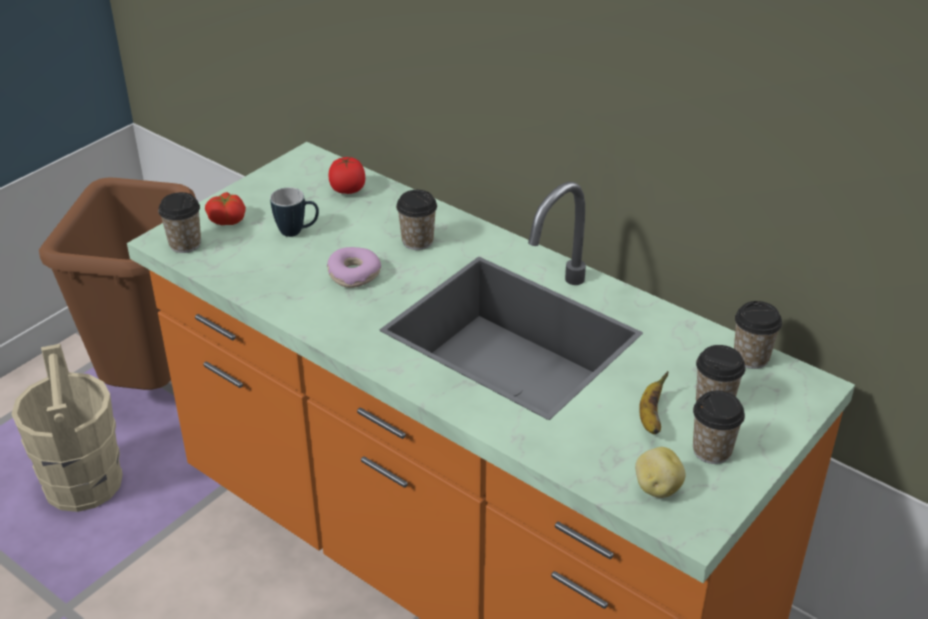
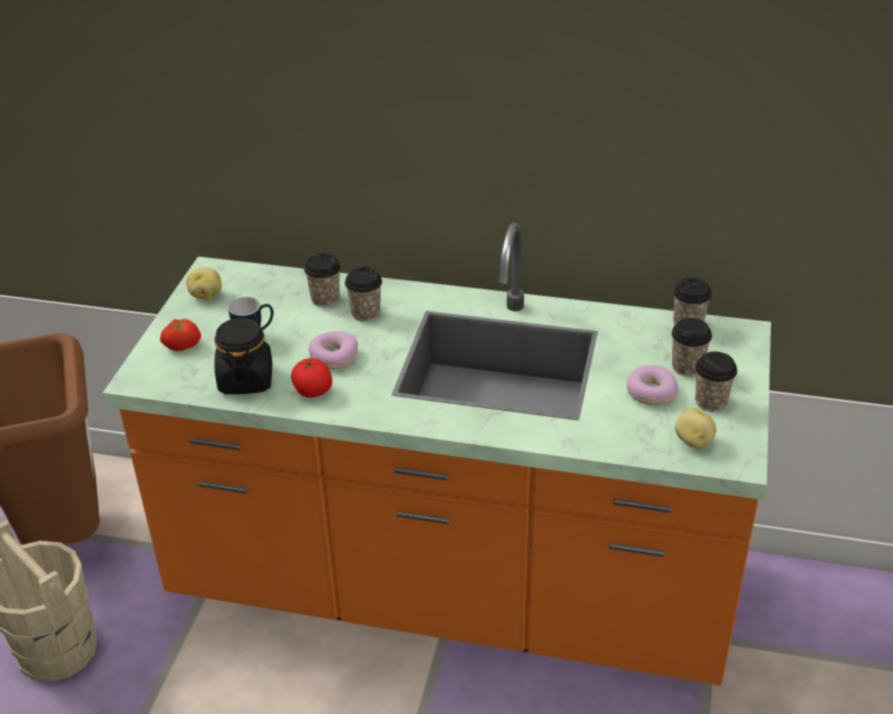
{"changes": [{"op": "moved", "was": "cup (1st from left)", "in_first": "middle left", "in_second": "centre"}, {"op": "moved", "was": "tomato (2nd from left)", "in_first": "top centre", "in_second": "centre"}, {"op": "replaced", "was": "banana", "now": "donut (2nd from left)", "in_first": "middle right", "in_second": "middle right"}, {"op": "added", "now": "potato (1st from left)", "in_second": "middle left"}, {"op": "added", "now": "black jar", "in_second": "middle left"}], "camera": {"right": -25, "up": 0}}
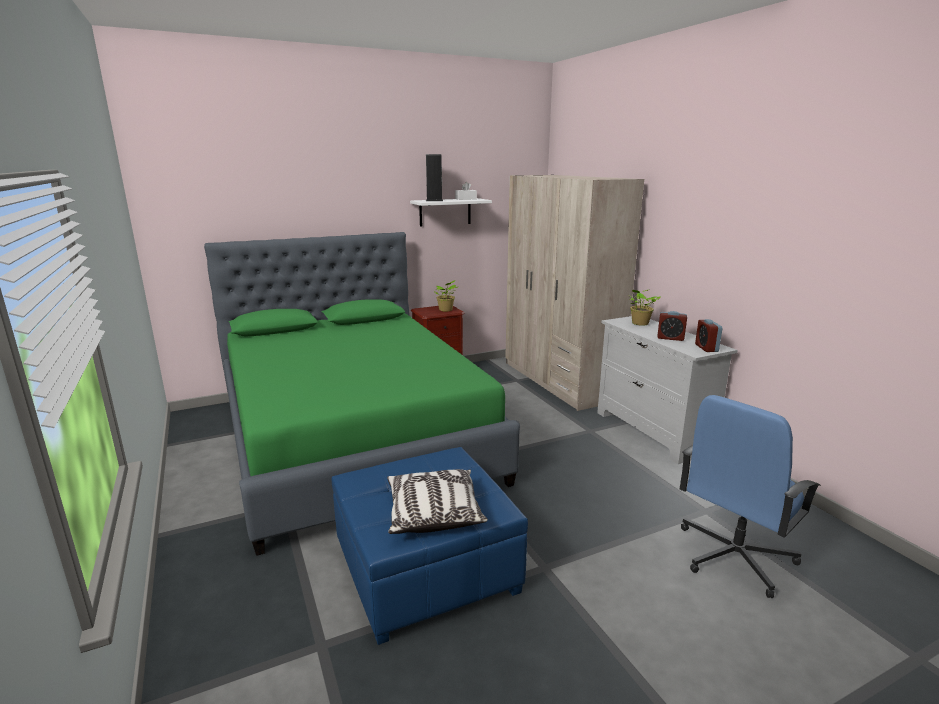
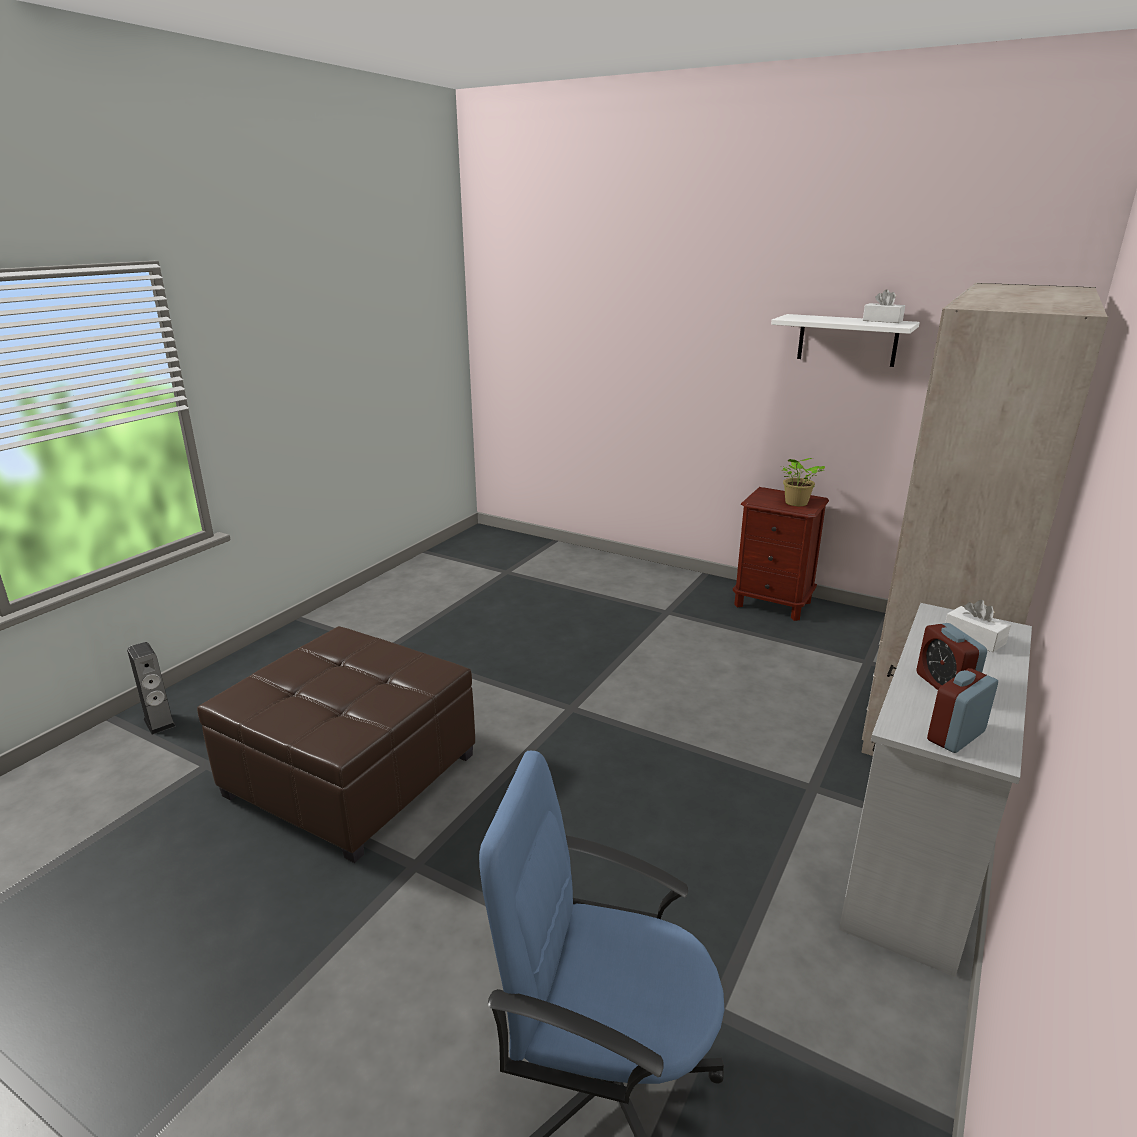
{"changes": [{"op": "removed", "was": "green bed", "in_first": "centre"}, {"op": "recoloured", "was": "blue ottoman", "now": "brown ottoman", "in_first": "bottom centre", "in_second": "middle left"}, {"op": "removed", "was": "pillow", "in_first": "bottom centre"}, {"op": "moved", "was": "speaker", "in_first": "top centre", "in_second": "middle left"}, {"op": "replaced", "was": "potted plant (2nd from left)", "now": "white tissue box (2nd from left)", "in_first": "middle right", "in_second": "middle right"}], "camera": {"right": 55, "up": 5}}
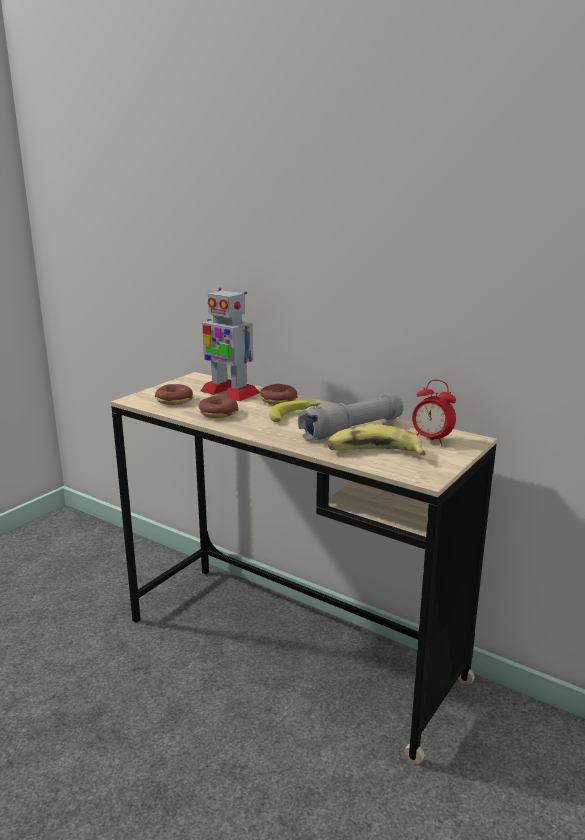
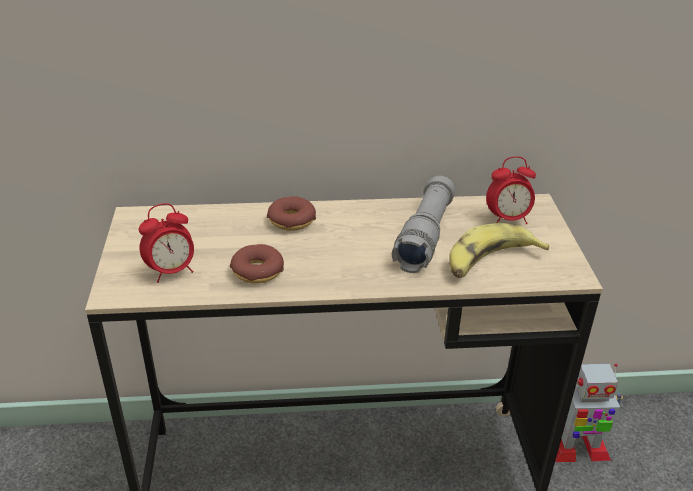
{"changes": [{"op": "replaced", "was": "donut (1st from left)", "now": "alarm clock (1st from left)", "in_first": "middle left", "in_second": "middle left"}, {"op": "moved", "was": "toy robot", "in_first": "centre", "in_second": "bottom right"}, {"op": "removed", "was": "banana (1st from left)", "in_first": "centre"}], "camera": {"right": -40, "up": 15}}
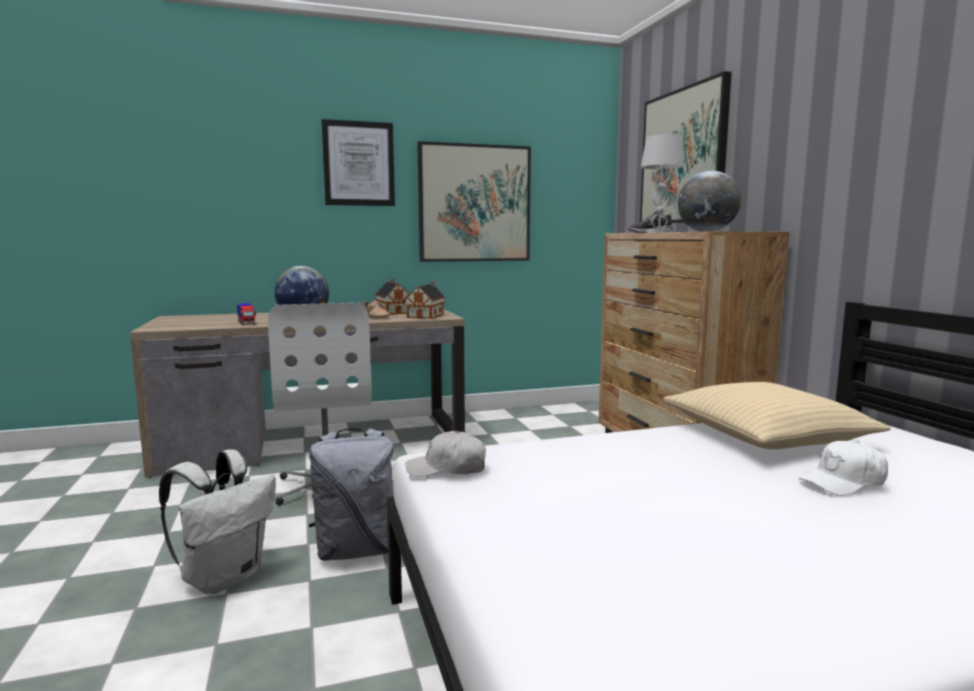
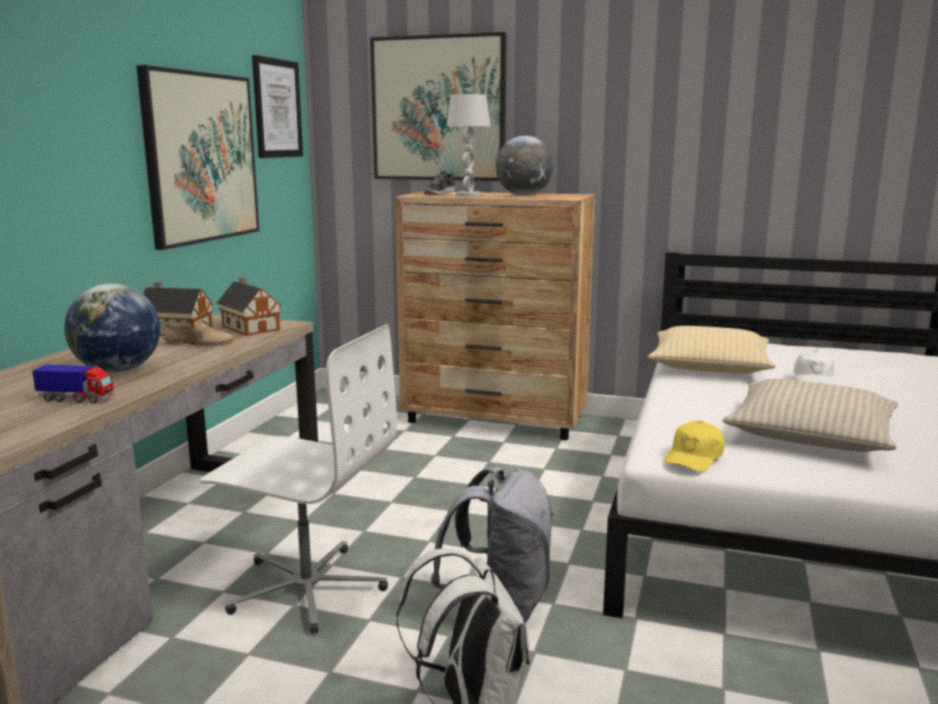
{"changes": [{"op": "moved", "was": "picture (1st from left in the first image)", "now": "picture (2nd from left)", "in_first": "top centre", "in_second": "top left"}, {"op": "recoloured", "was": "white cap (1st from left)", "now": "yellow cap", "in_first": "centre", "in_second": "middle right"}, {"op": "added", "now": "beige pillow (2nd from left)", "in_second": "middle right"}], "camera": {"right": -55, "up": 5}}
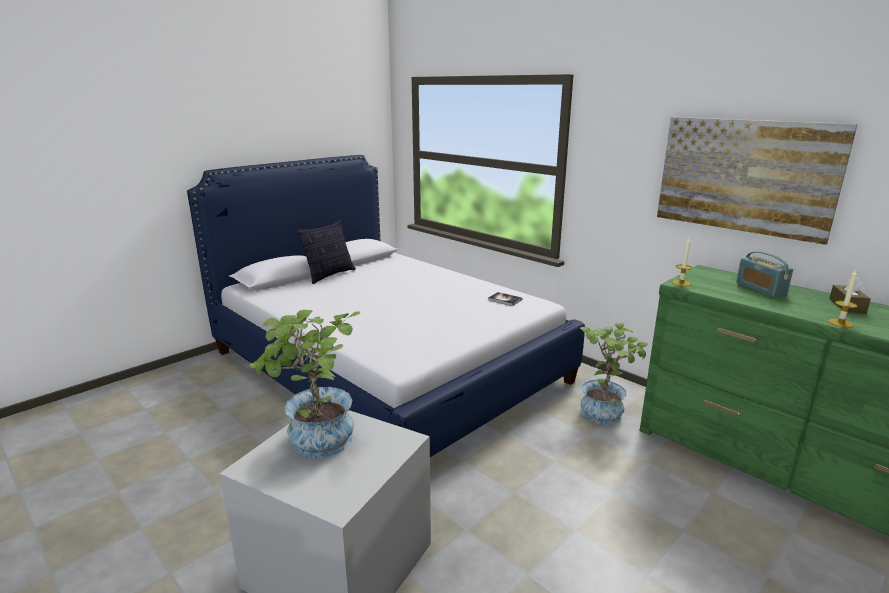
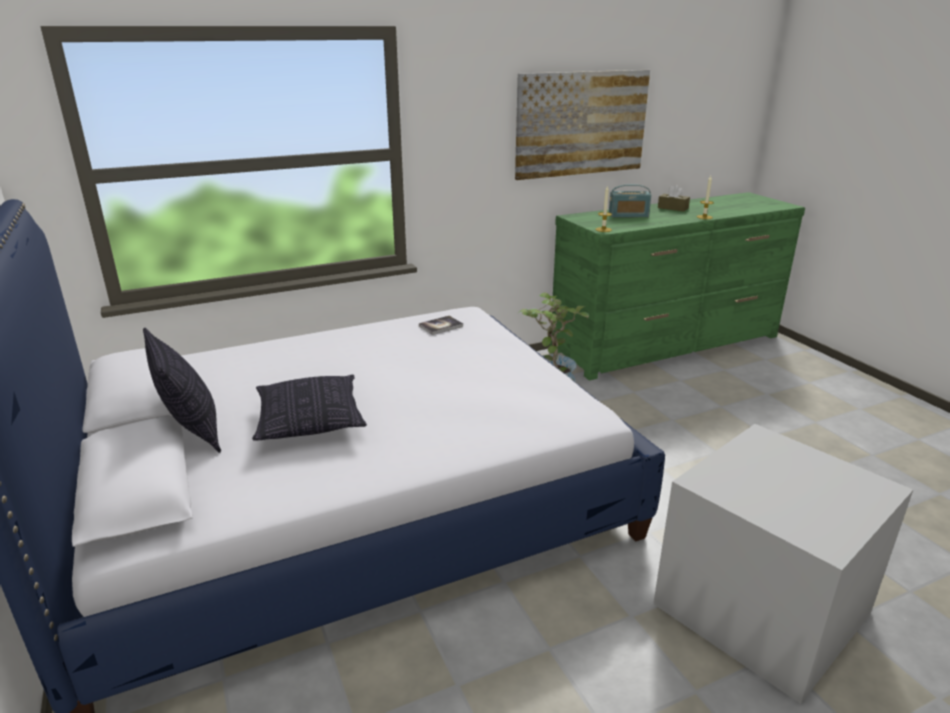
{"changes": [{"op": "removed", "was": "potted plant (1st from left)", "in_first": "centre"}, {"op": "added", "now": "pillow (2nd from left)", "in_second": "middle left"}], "camera": {"right": -70, "up": 5}}
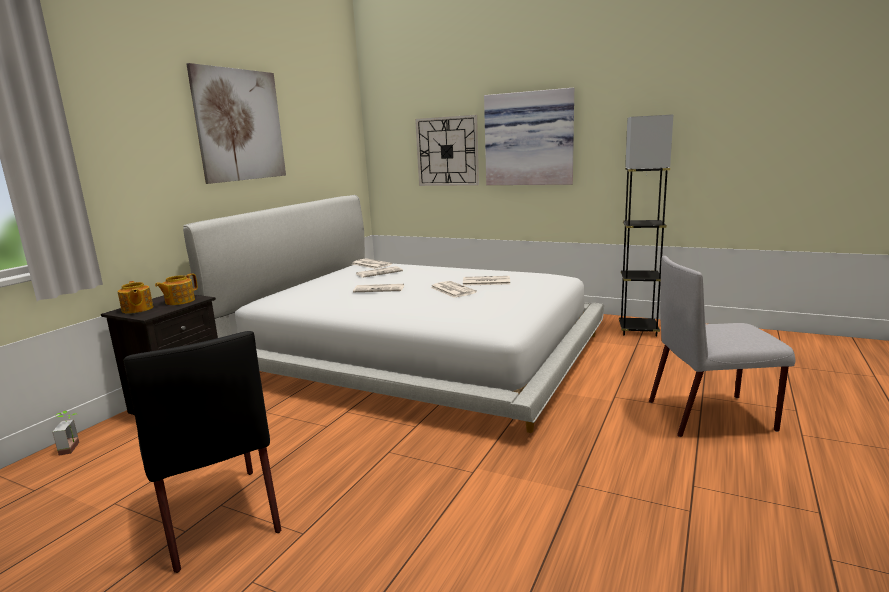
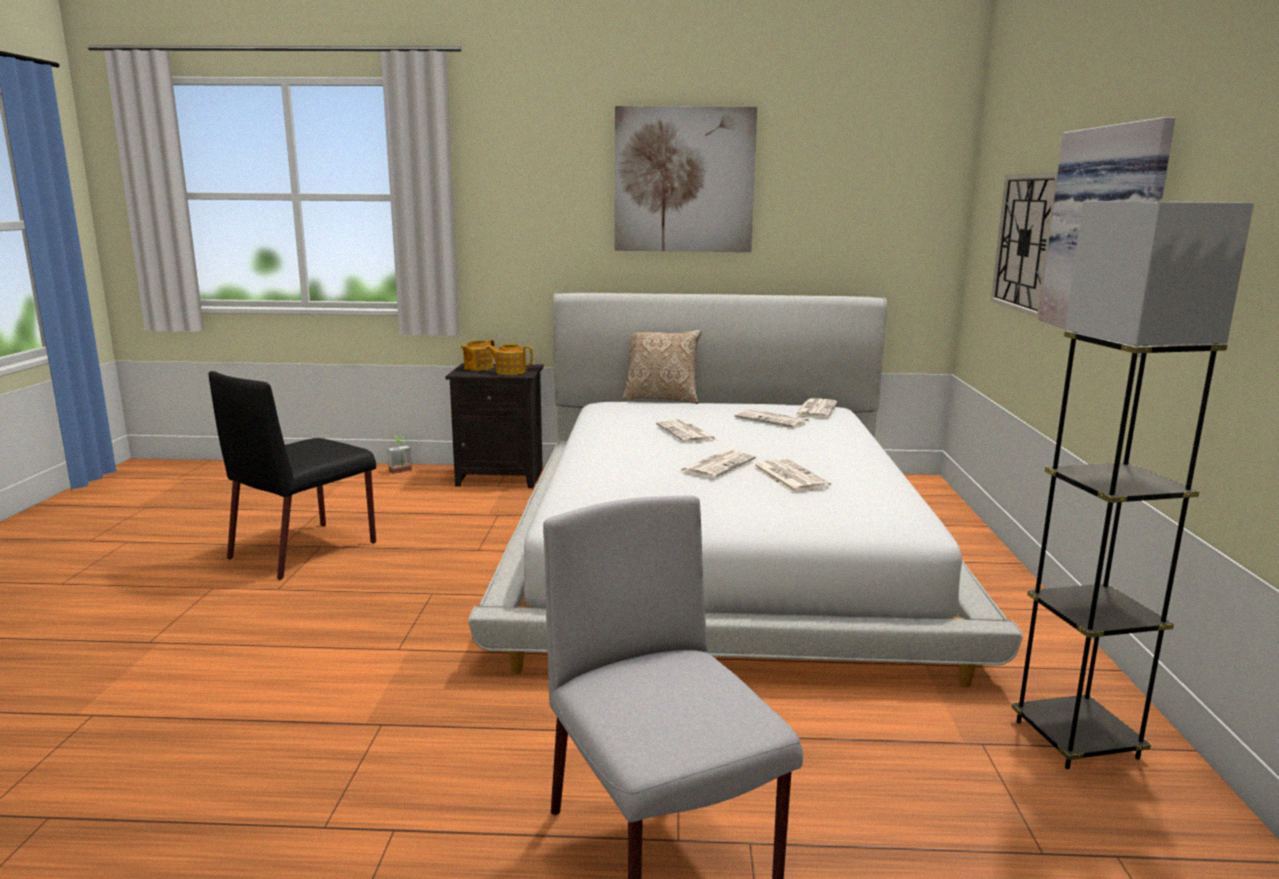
{"changes": [{"op": "added", "now": "pillow", "in_second": "centre"}], "camera": {"right": 65, "up": 0}}
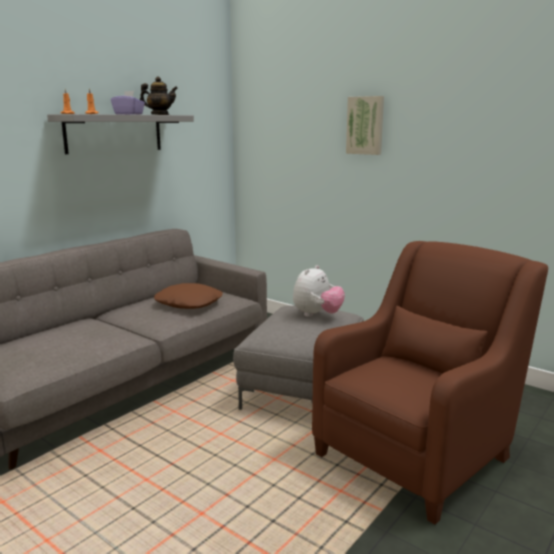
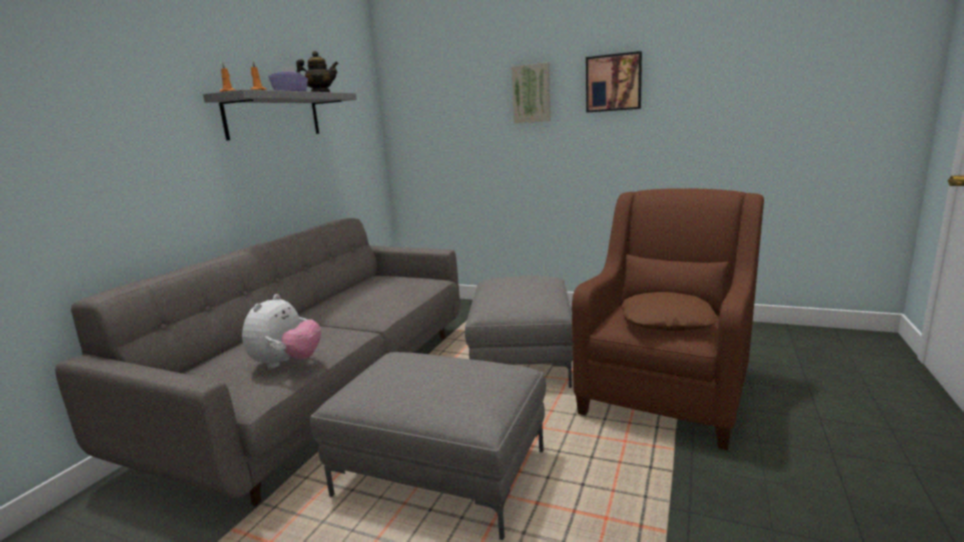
{"changes": [{"op": "moved", "was": "brown pillow", "in_first": "centre", "in_second": "middle right"}, {"op": "moved", "was": "plush toy", "in_first": "centre", "in_second": "middle left"}, {"op": "added", "now": "grey ottoman (1st from left)", "in_second": "bottom centre"}, {"op": "added", "now": "picture (2nd from left)", "in_second": "top centre"}], "camera": {"right": -15, "up": 0}}
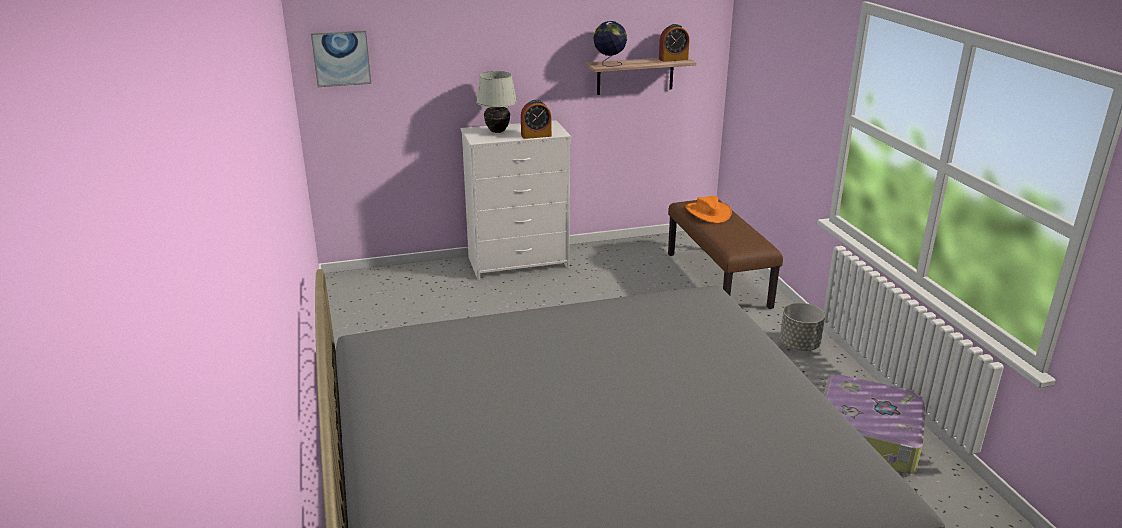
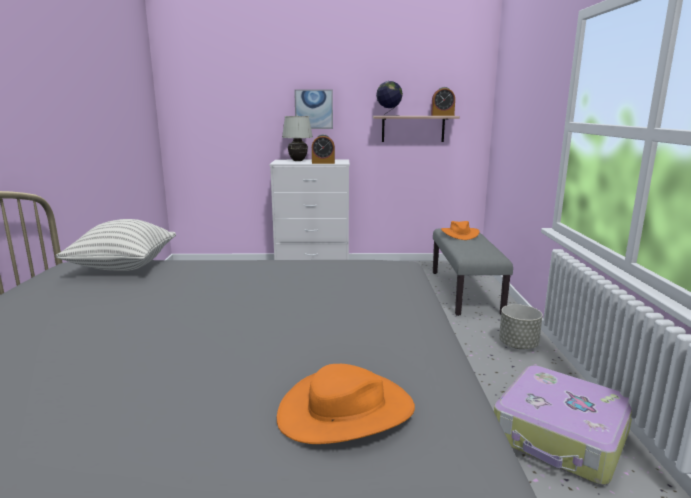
{"changes": [{"op": "moved", "was": "picture", "in_first": "top left", "in_second": "top centre"}, {"op": "recoloured", "was": "brown bench", "now": "grey bench", "in_first": "centre", "in_second": "middle right"}, {"op": "added", "now": "pillow", "in_second": "middle left"}, {"op": "added", "now": "orange hat (1st from left)", "in_second": "bottom centre"}], "camera": {"right": 15, "up": -10}}
